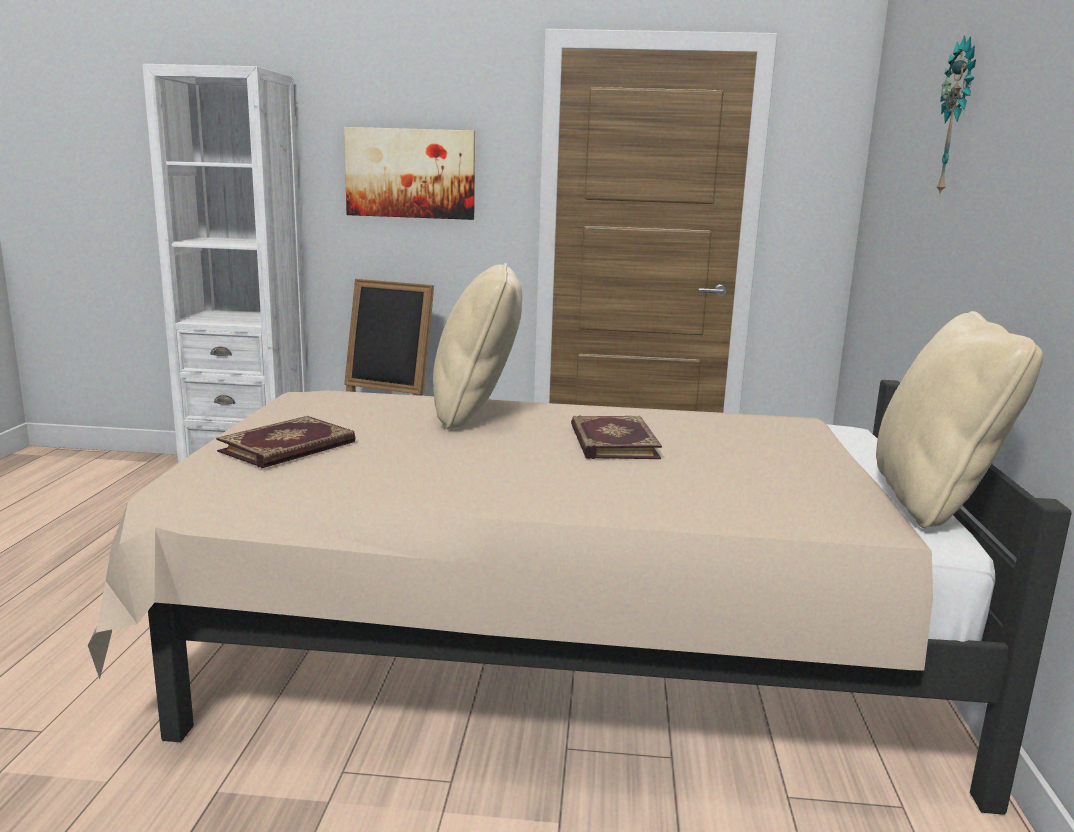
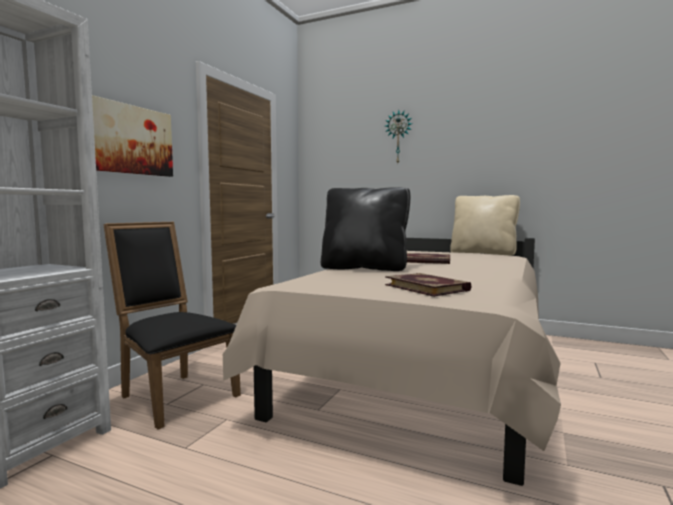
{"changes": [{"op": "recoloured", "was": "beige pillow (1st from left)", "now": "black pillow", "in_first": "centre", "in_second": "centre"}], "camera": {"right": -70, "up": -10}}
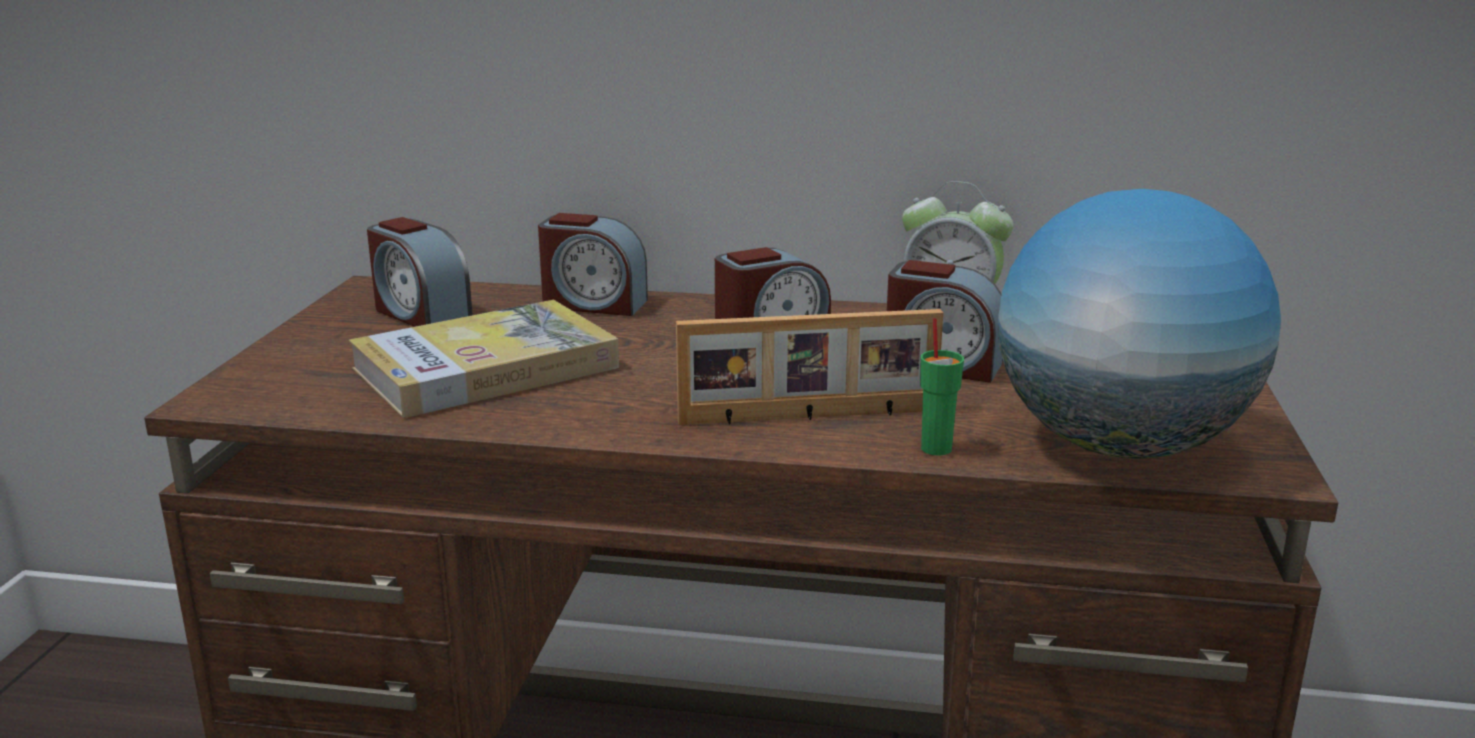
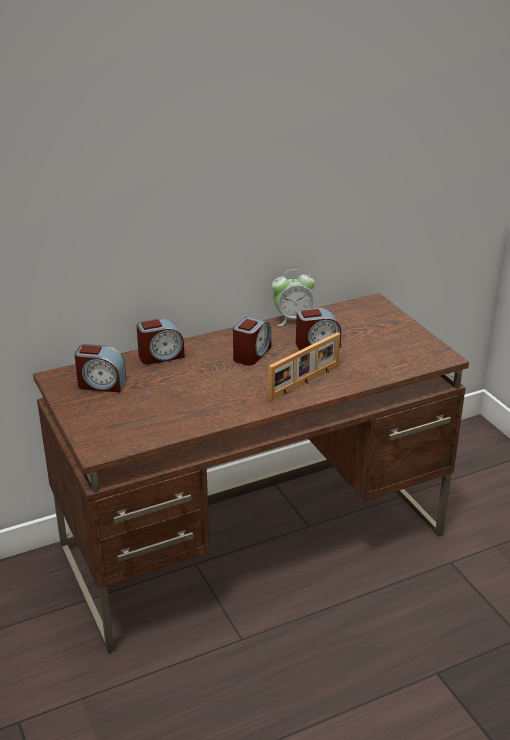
{"changes": [{"op": "removed", "was": "book", "in_first": "middle left"}, {"op": "removed", "was": "green cup", "in_first": "centre"}, {"op": "removed", "was": "globe", "in_first": "middle right"}], "camera": {"right": -35, "up": 10}}
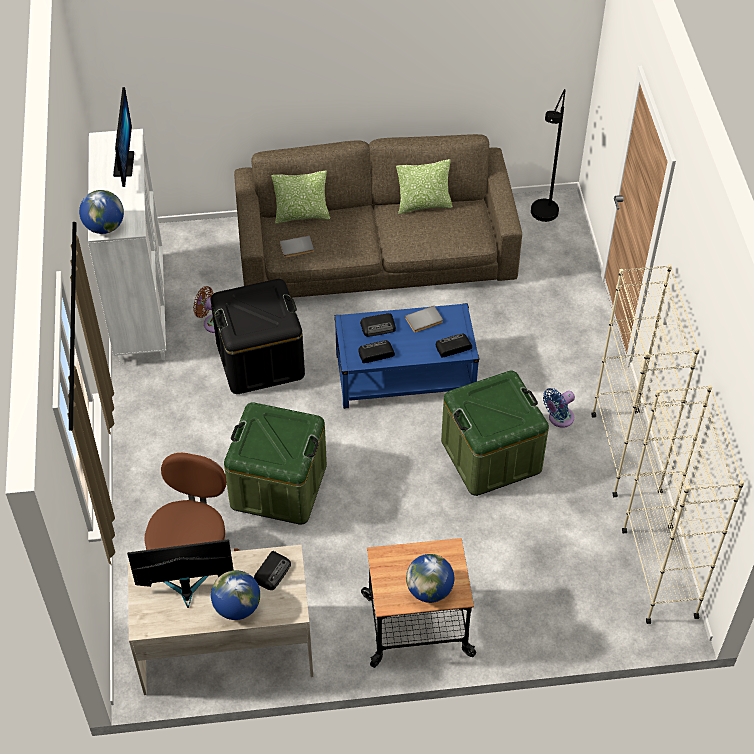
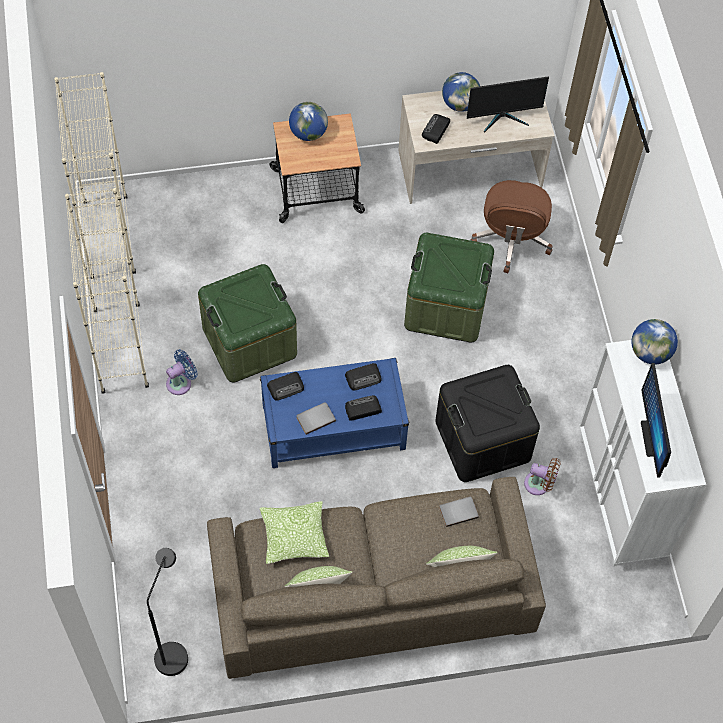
{"changes": [{"op": "added", "now": "pillow (1st from left)", "in_second": "bottom centre"}], "camera": {"right": 175, "up": 10}}
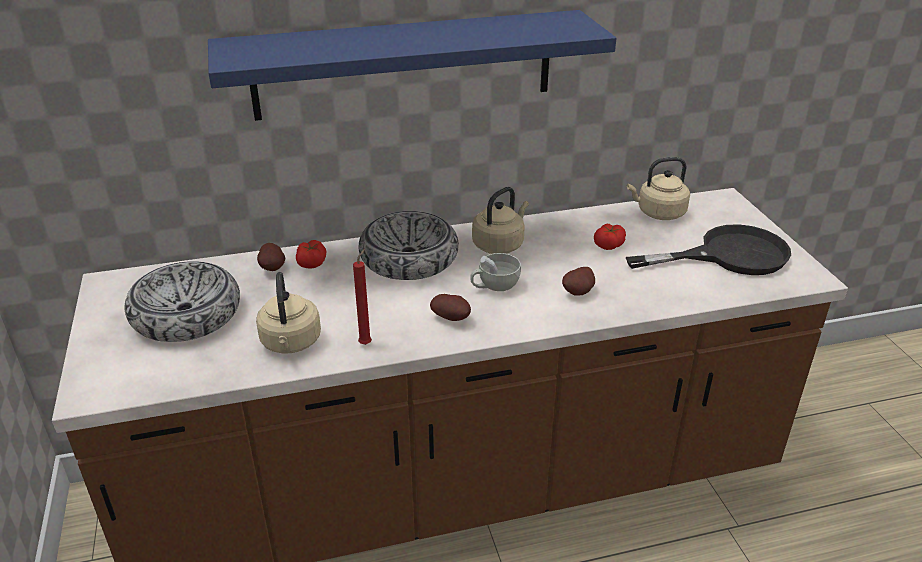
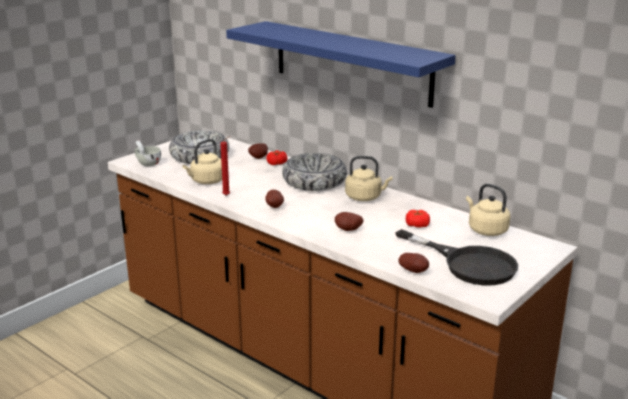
{"changes": [{"op": "moved", "was": "white cup", "in_first": "centre", "in_second": "middle left"}, {"op": "added", "now": "potato (4th from left)", "in_second": "centre"}], "camera": {"right": 55, "up": -10}}
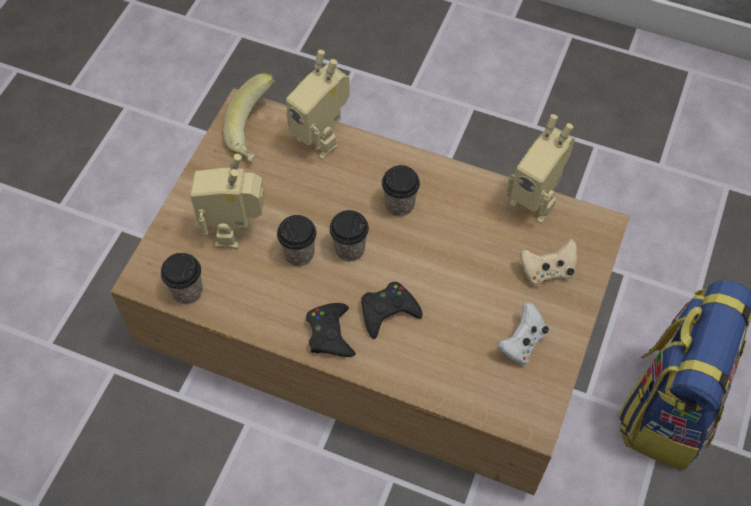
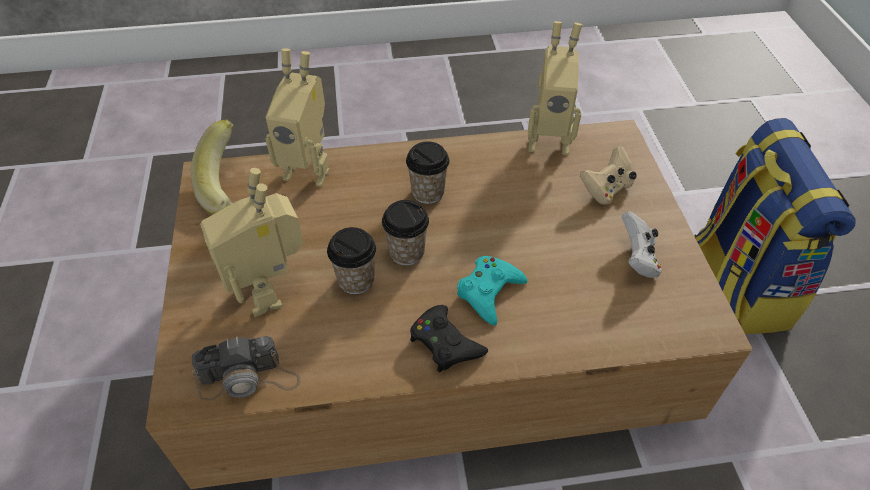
{"changes": [{"op": "replaced", "was": "cup (1st from left)", "now": "photo camera", "in_first": "middle left", "in_second": "bottom left"}, {"op": "recoloured", "was": "black game controller (2nd from left)", "now": "turquoise game controller", "in_first": "centre", "in_second": "centre"}], "camera": {"right": -30, "up": -10}}
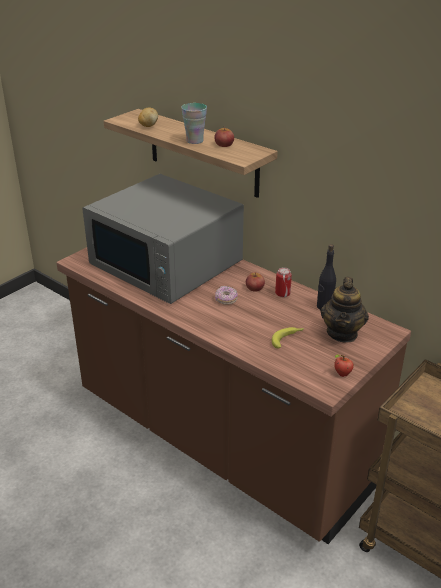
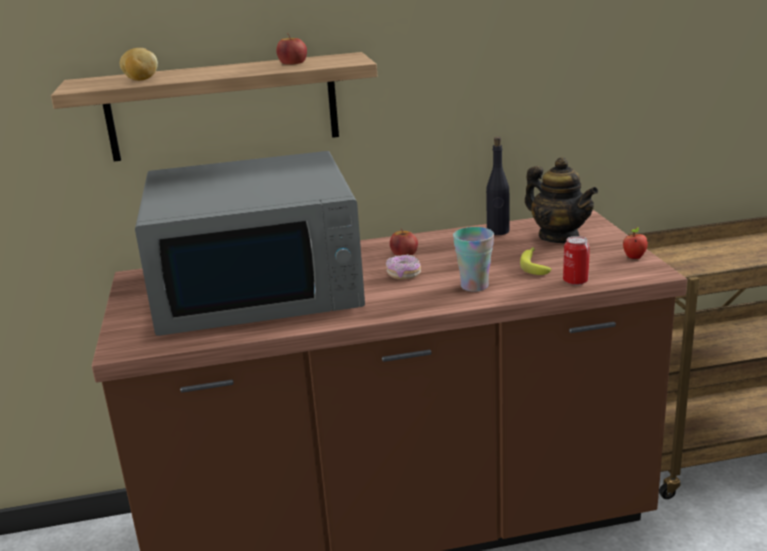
{"changes": [{"op": "moved", "was": "cup", "in_first": "top centre", "in_second": "centre"}, {"op": "moved", "was": "can", "in_first": "centre", "in_second": "middle right"}], "camera": {"right": -50, "up": -10}}
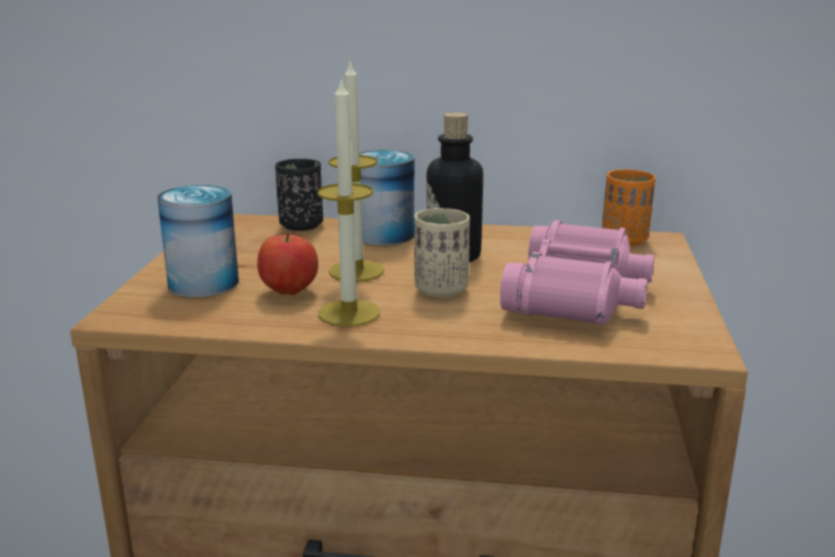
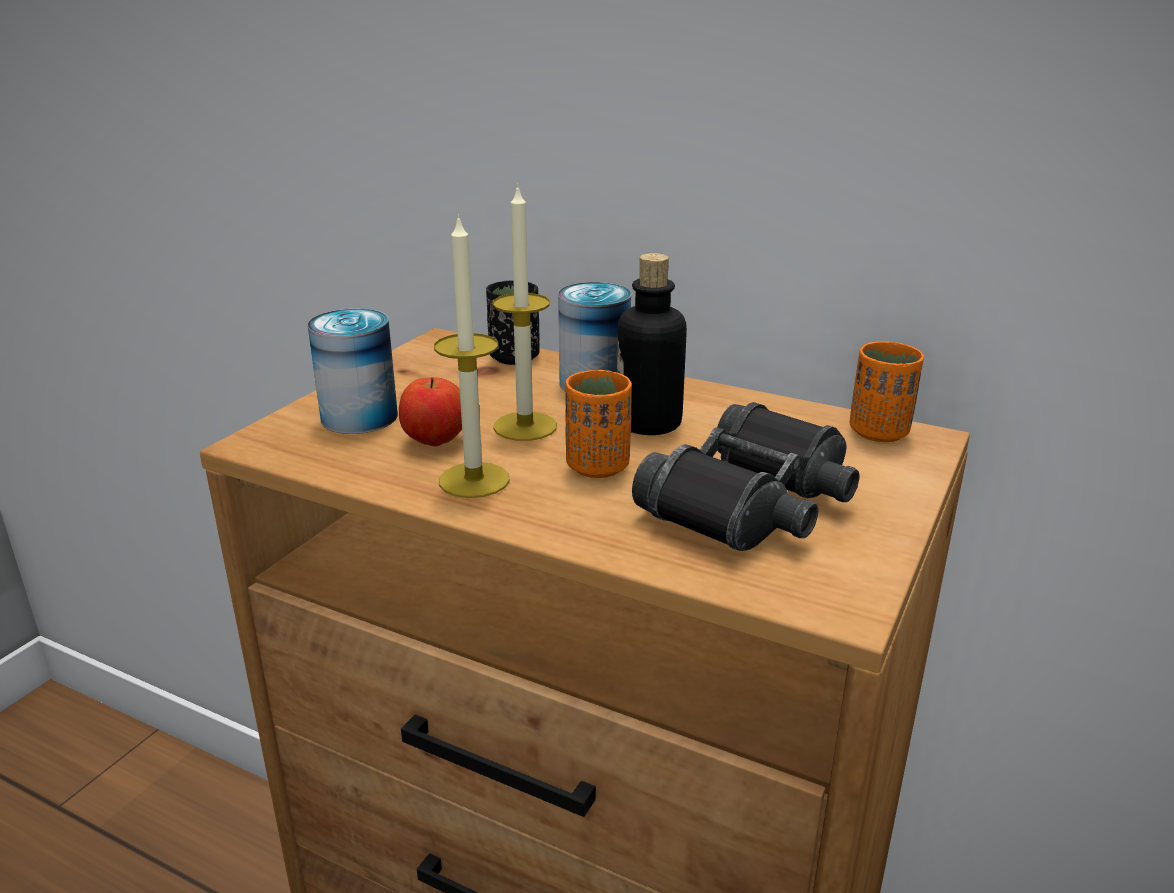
{"changes": [{"op": "recoloured", "was": "beige cup", "now": "orange cup (1st from left)", "in_first": "centre", "in_second": "centre"}, {"op": "recoloured", "was": "pink binoculars", "now": "black binoculars", "in_first": "middle right", "in_second": "centre"}], "camera": {"right": 20, "up": 5}}
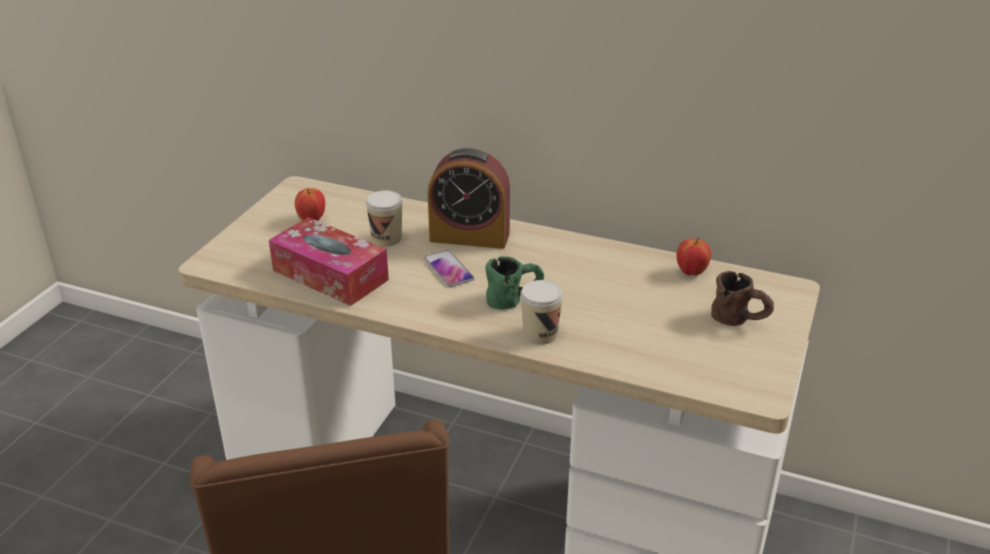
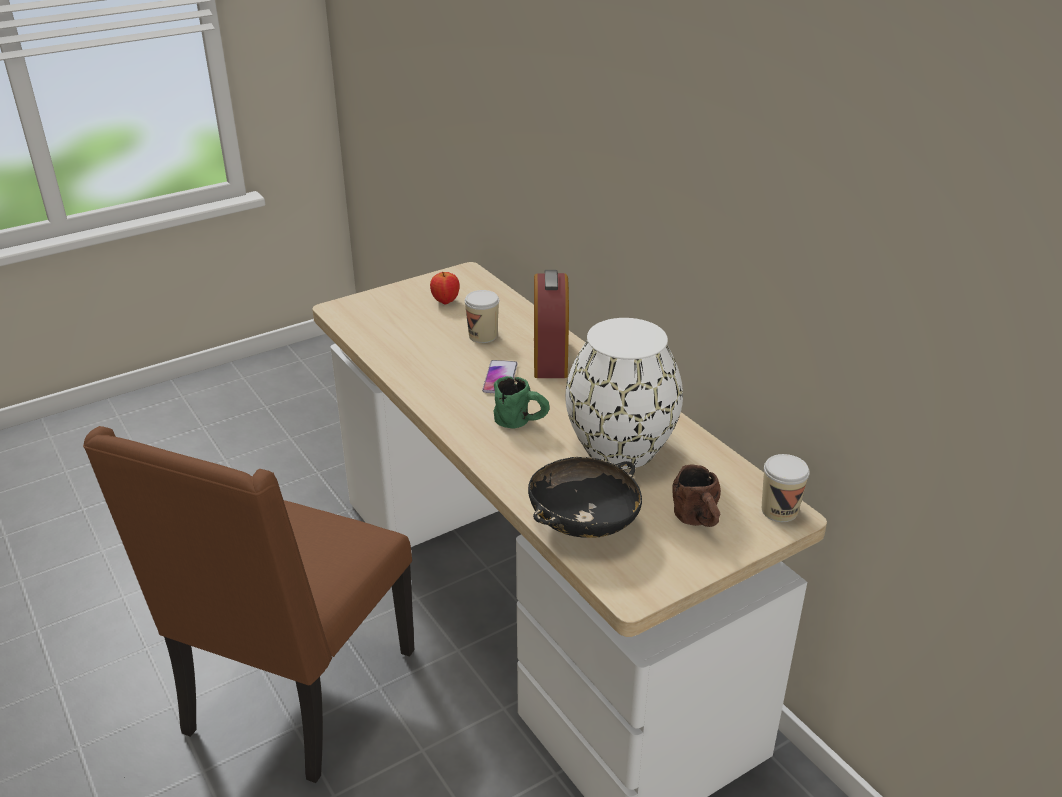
{"changes": [{"op": "removed", "was": "tissue box", "in_first": "middle left"}, {"op": "turned", "was": "alarm clock", "in_first": "centre", "in_second": "centre", "clockwise": 45}, {"op": "moved", "was": "cup (2nd from left)", "in_first": "centre", "in_second": "middle right"}, {"op": "removed", "was": "apple (2nd from left)", "in_first": "middle right"}, {"op": "added", "now": "black bowl", "in_second": "centre"}, {"op": "added", "now": "white vase", "in_second": "centre"}], "camera": {"right": 35, "up": 0}}
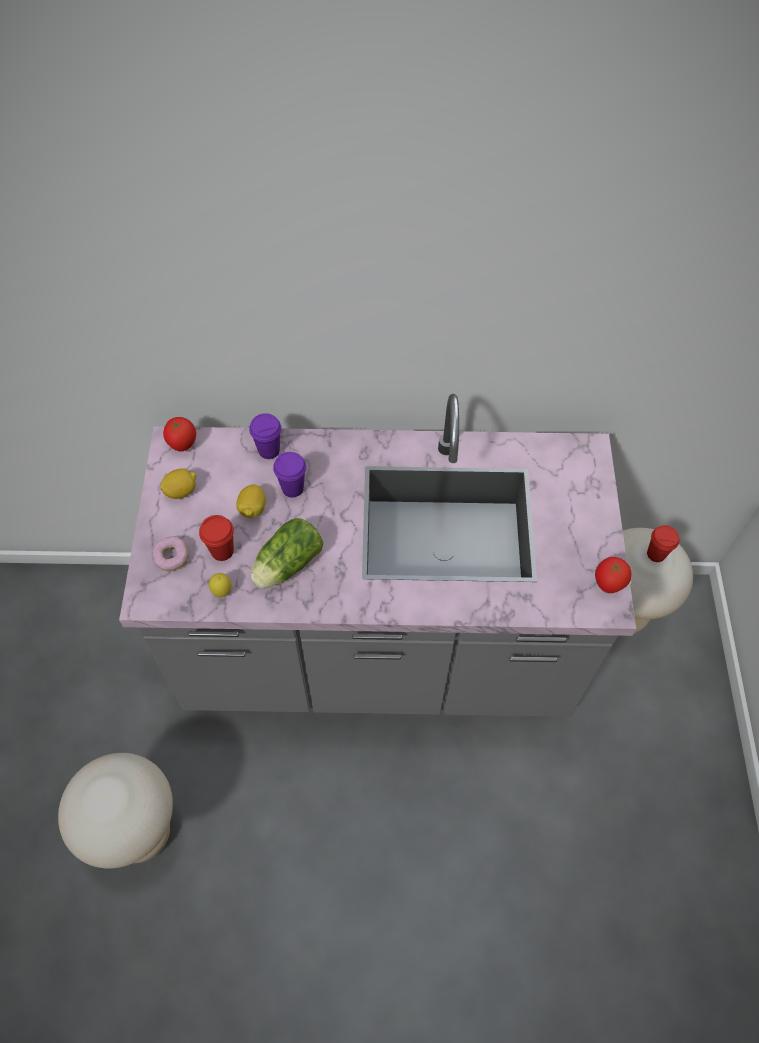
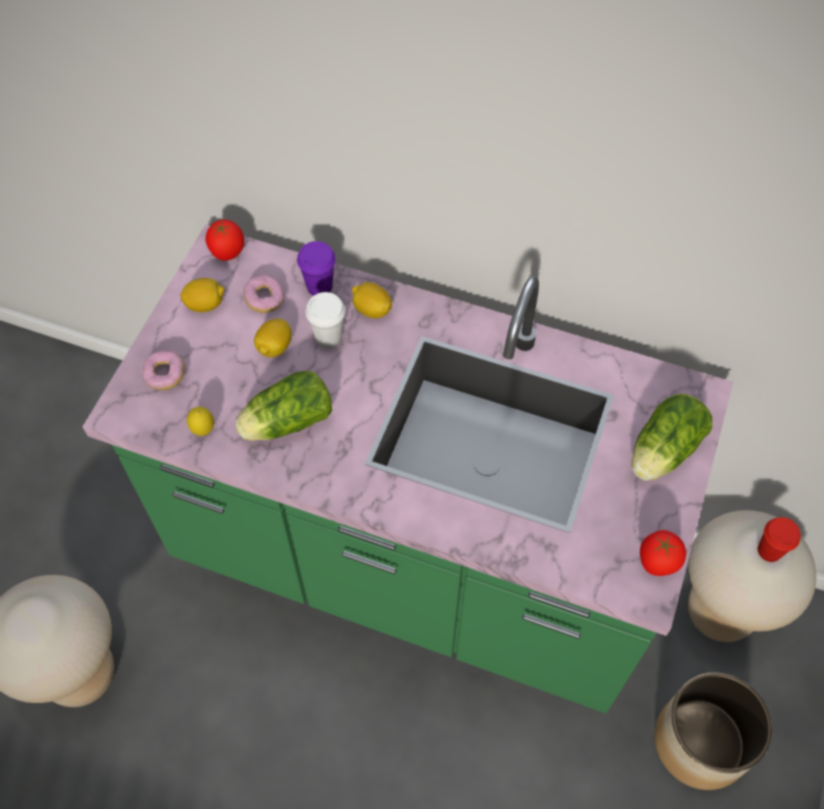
{"changes": [{"op": "recoloured", "was": "grey counter", "now": "green counter", "in_first": "centre", "in_second": "centre"}, {"op": "removed", "was": "red cup (1st from left)", "in_first": "middle left"}, {"op": "recoloured", "was": "purple cup (2nd from left)", "now": "white cup", "in_first": "centre", "in_second": "centre"}, {"op": "added", "now": "donut (2nd from left)", "in_second": "middle left"}, {"op": "added", "now": "lemon (4th from left)", "in_second": "centre"}, {"op": "added", "now": "lettuce (2nd from left)", "in_second": "middle right"}, {"op": "added", "now": "planter", "in_second": "bottom right"}], "camera": {"right": 20, "up": 0}}
